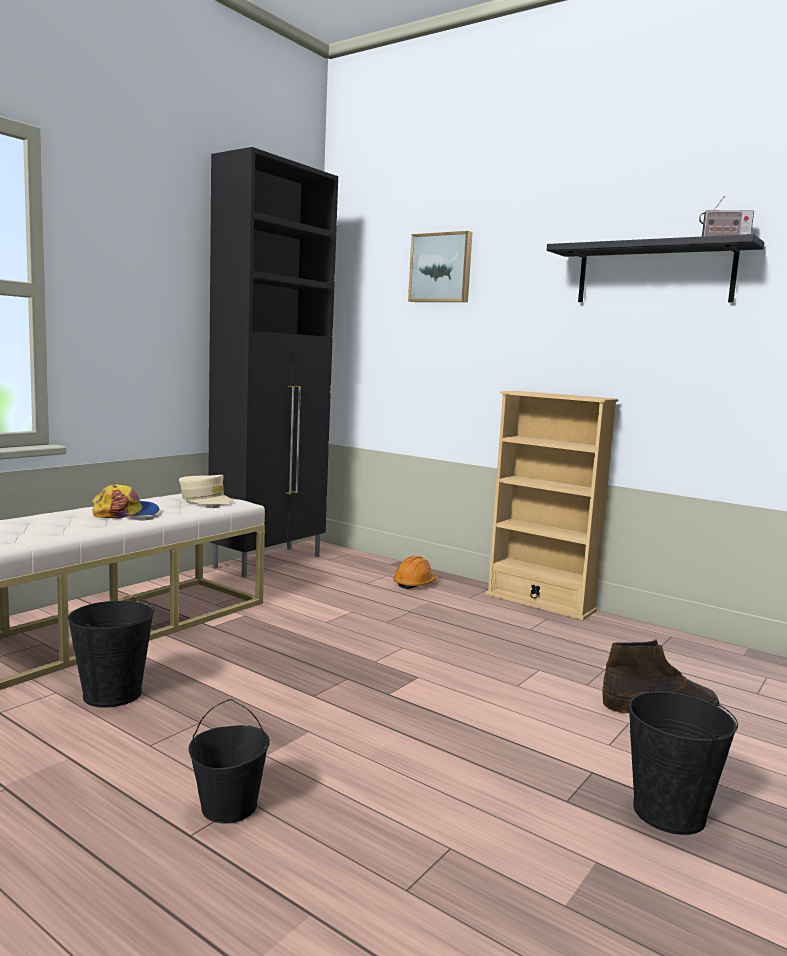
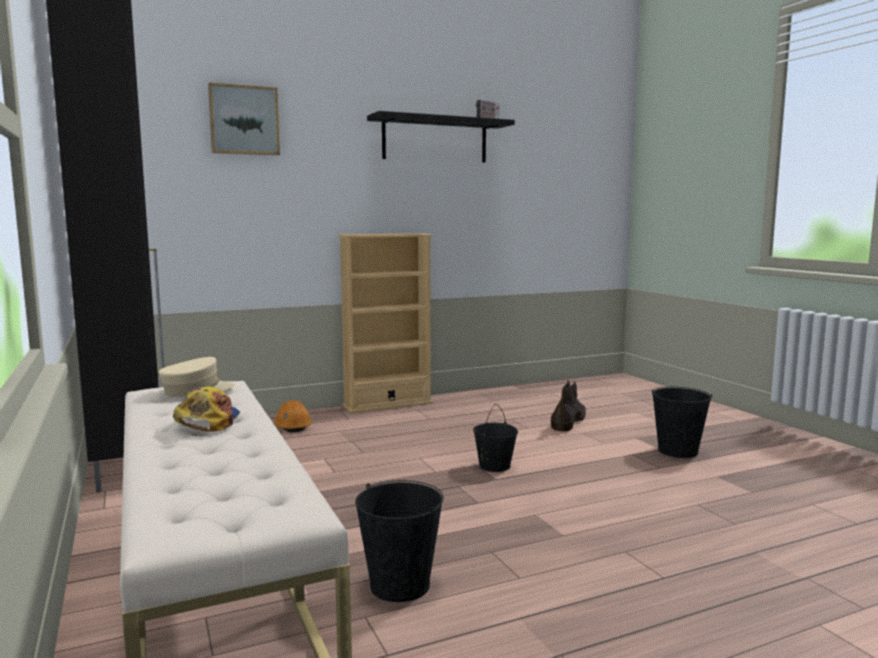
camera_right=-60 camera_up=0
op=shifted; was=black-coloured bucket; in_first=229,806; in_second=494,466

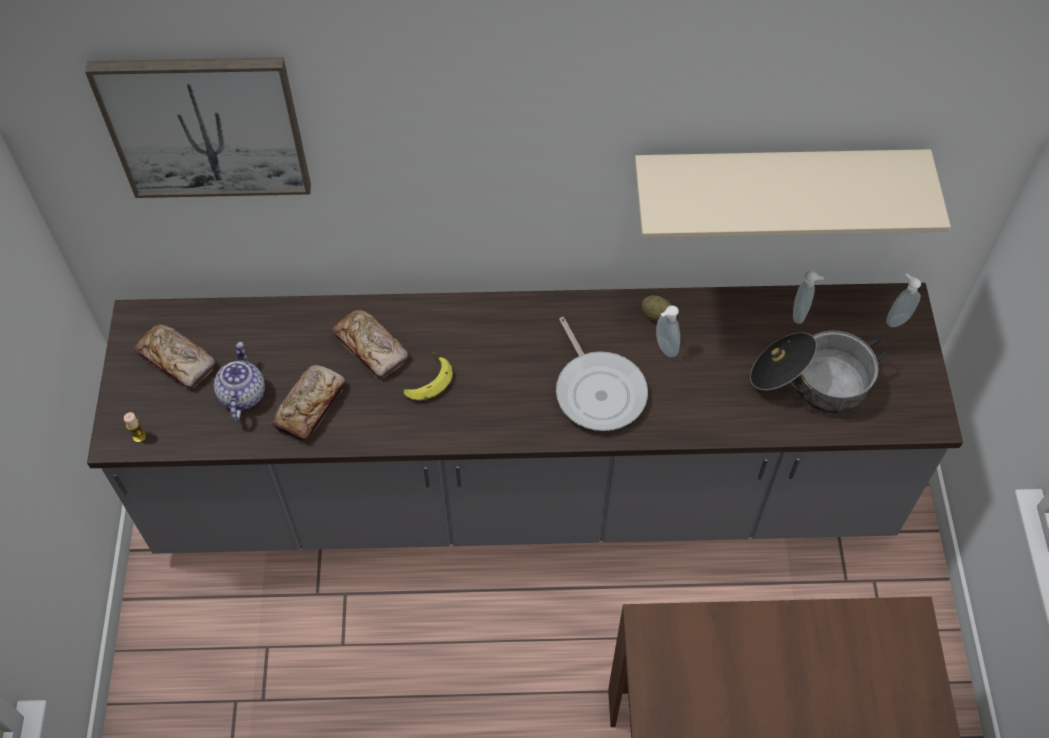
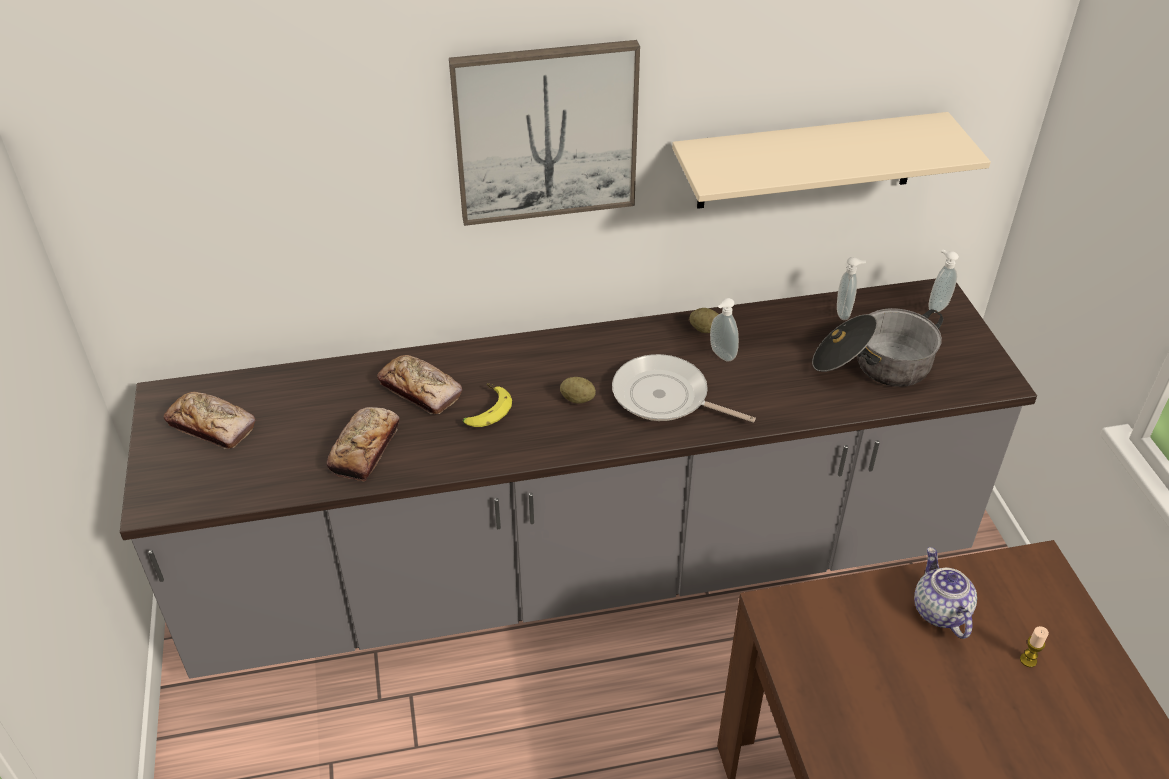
camera_right=-10 camera_up=-15
op=shifted; was=picture; in_first=205,126; in_second=546,132
op=shifted; was=candle; in_first=139,436; in_second=1028,660
op=shifted; was=pot for tea; in_first=242,394; in_second=939,611
op=rotated; was=pan; in_first=598,390; in_second=665,397; clockwise=150
op=new; now=spud; in_second=577,399

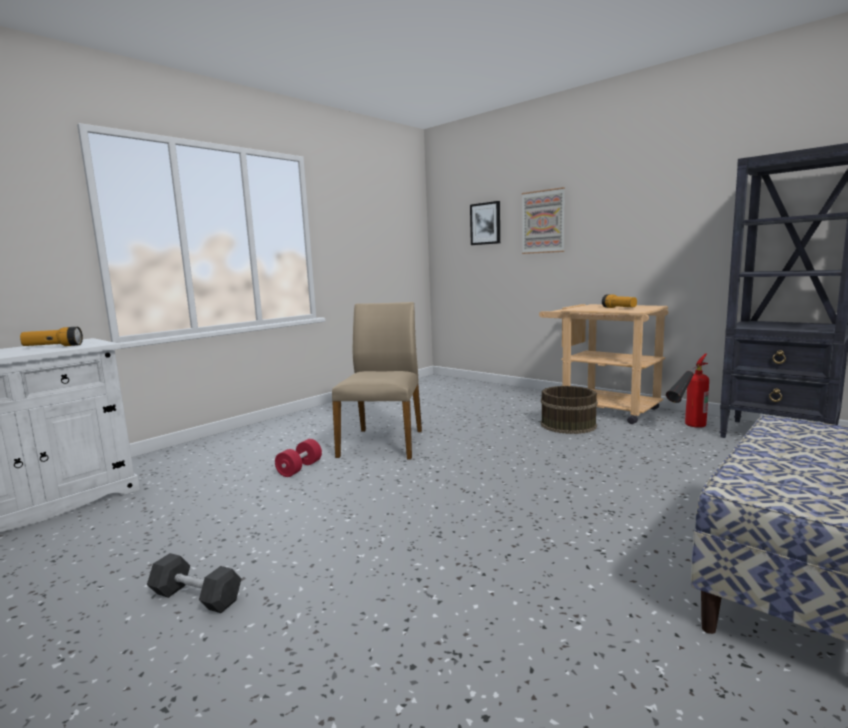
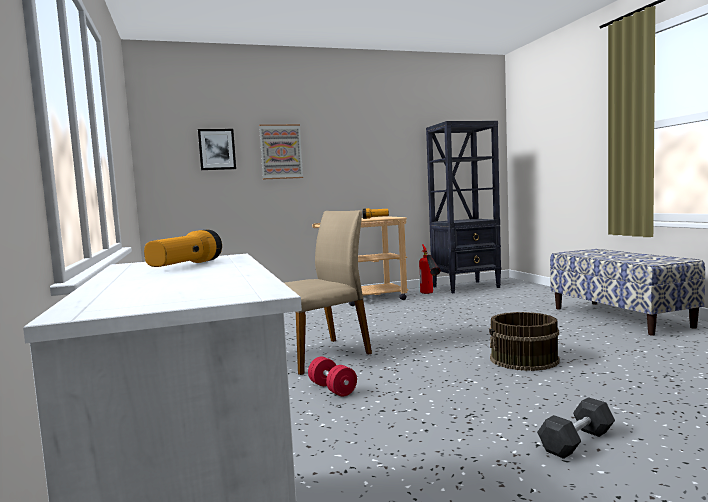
camera_right=-60 camera_up=-5
op=rotated; was=beige chair; in_first=383,443; in_second=319,355; clockwise=105
op=shifted; was=brownish bucket; in_first=567,425; in_second=524,360

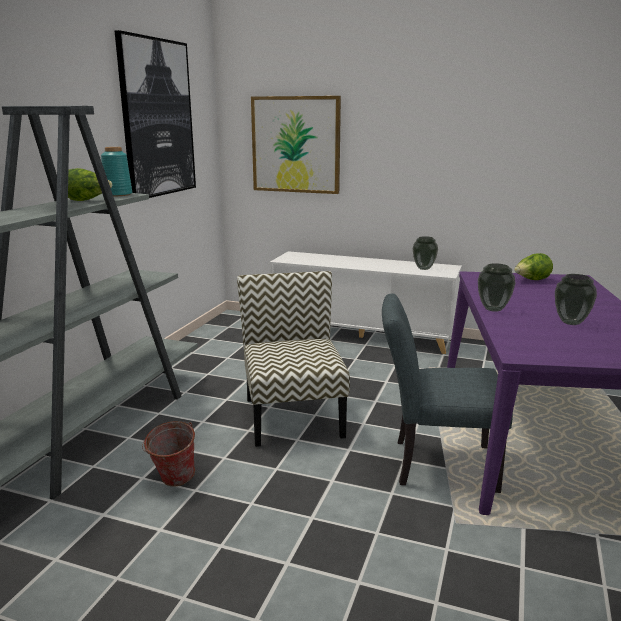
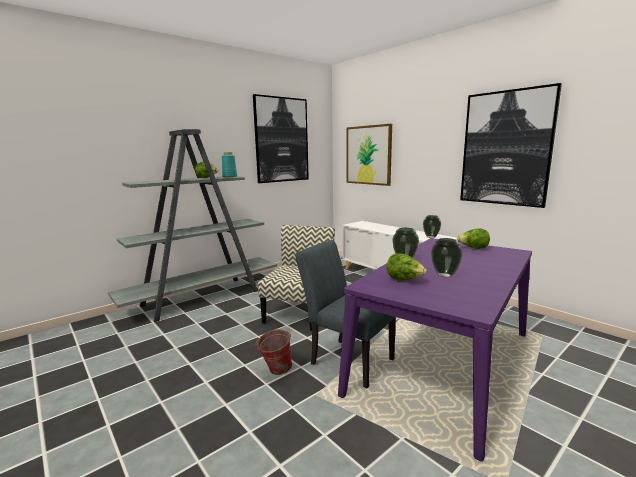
camera_right=30 camera_up=-5
op=shifted; was=bucket; in_first=172,481; in_second=275,371
op=new; now=head of lettuce; in_second=404,280
op=new; now=picture; in_second=505,148

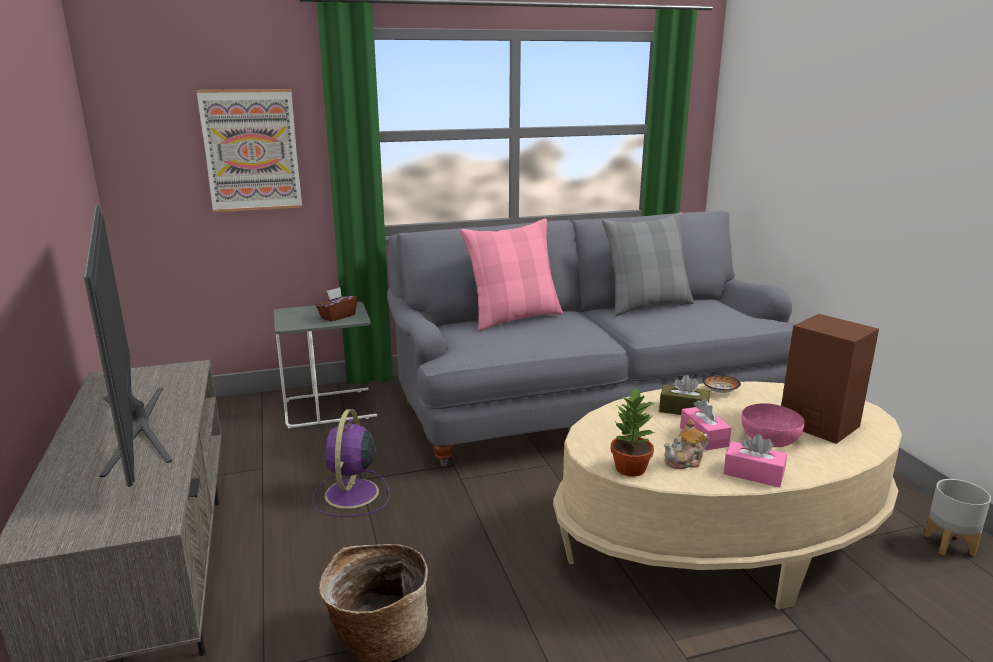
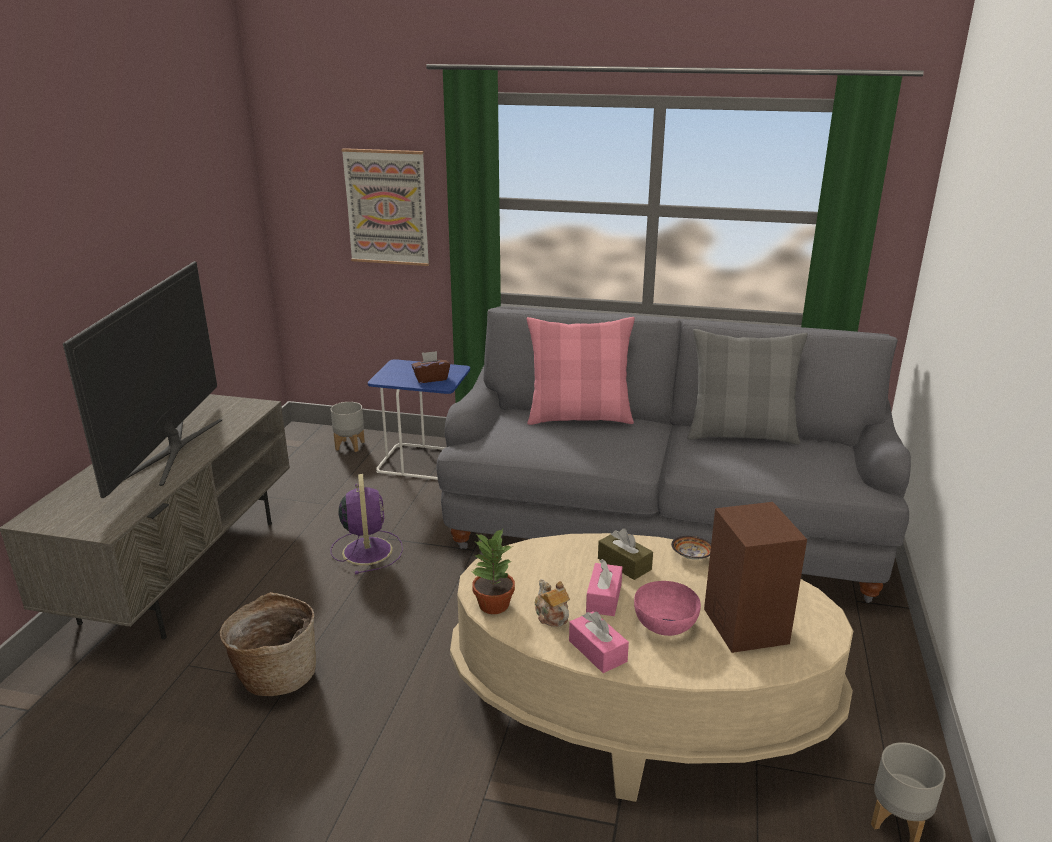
camera_right=30 camera_up=5
op=repainted; was=grey end table; now=bluish end table; in_first=330,408; in_second=426,462
op=rotated; was=purple electric fan; in_first=351,495; in_second=367,550; clockwise=135
op=rotated; was=pot for tea; in_first=685,461; in_second=551,616; clockwise=60
op=new; now=grey planter; in_second=350,445

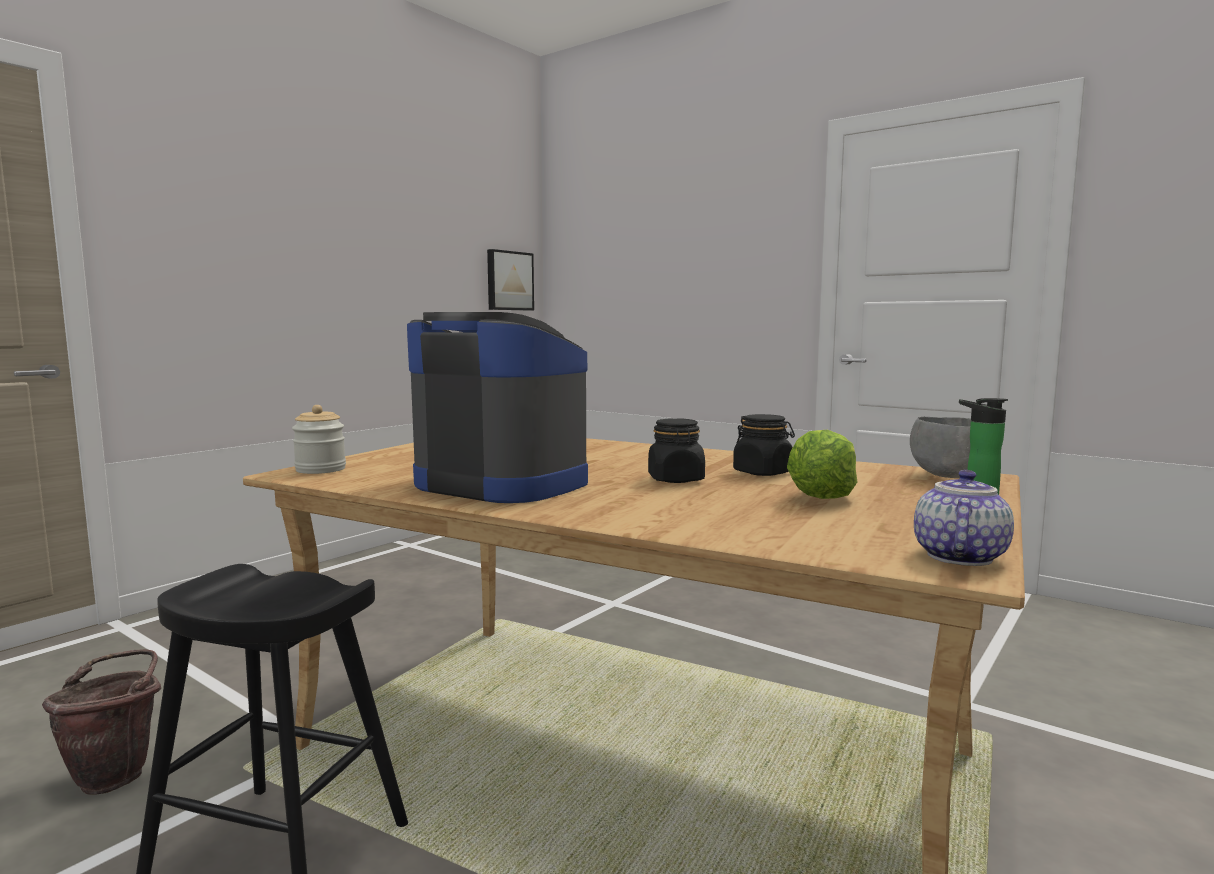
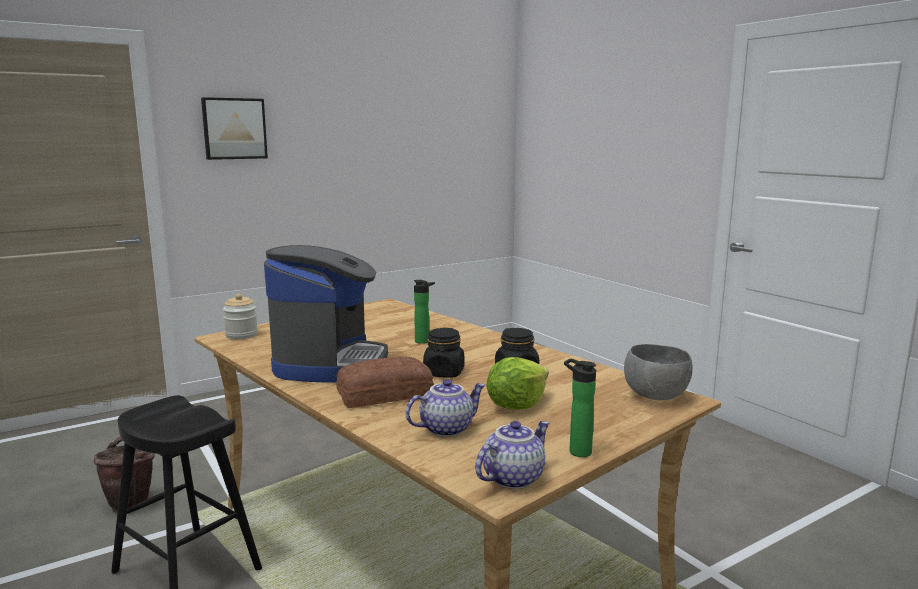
camera_right=20 camera_up=5
op=rotated; was=coffee maker; in_first=503,483; in_second=329,362; clockwise=45
op=shifted; was=picture; in_first=509,281; in_second=234,128
op=new; now=bakery bread; in_second=383,393
op=new; now=pot for tea; in_second=446,428
op=new; now=bottle; in_second=424,341

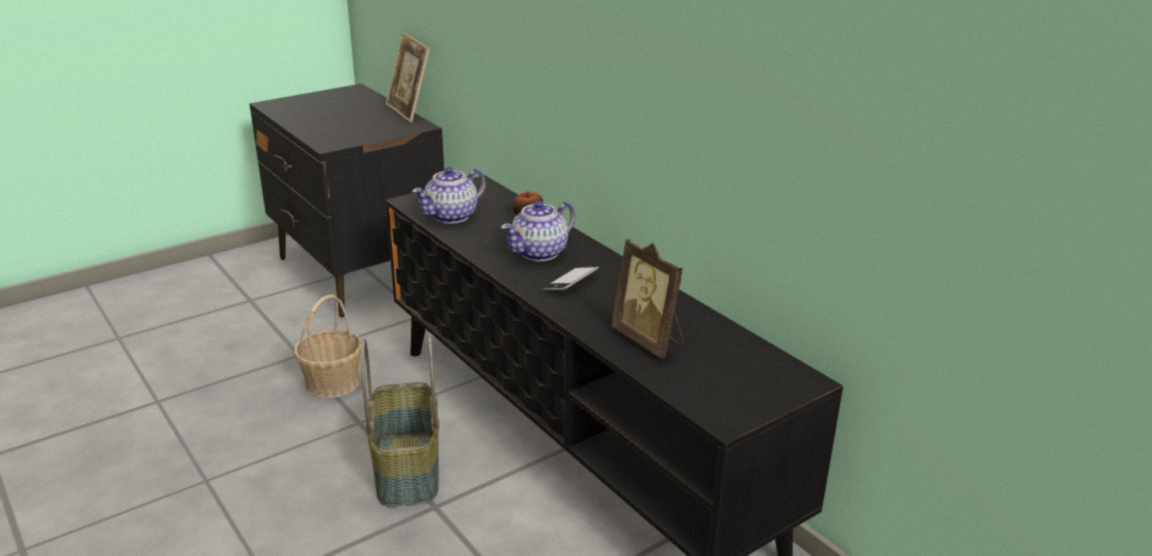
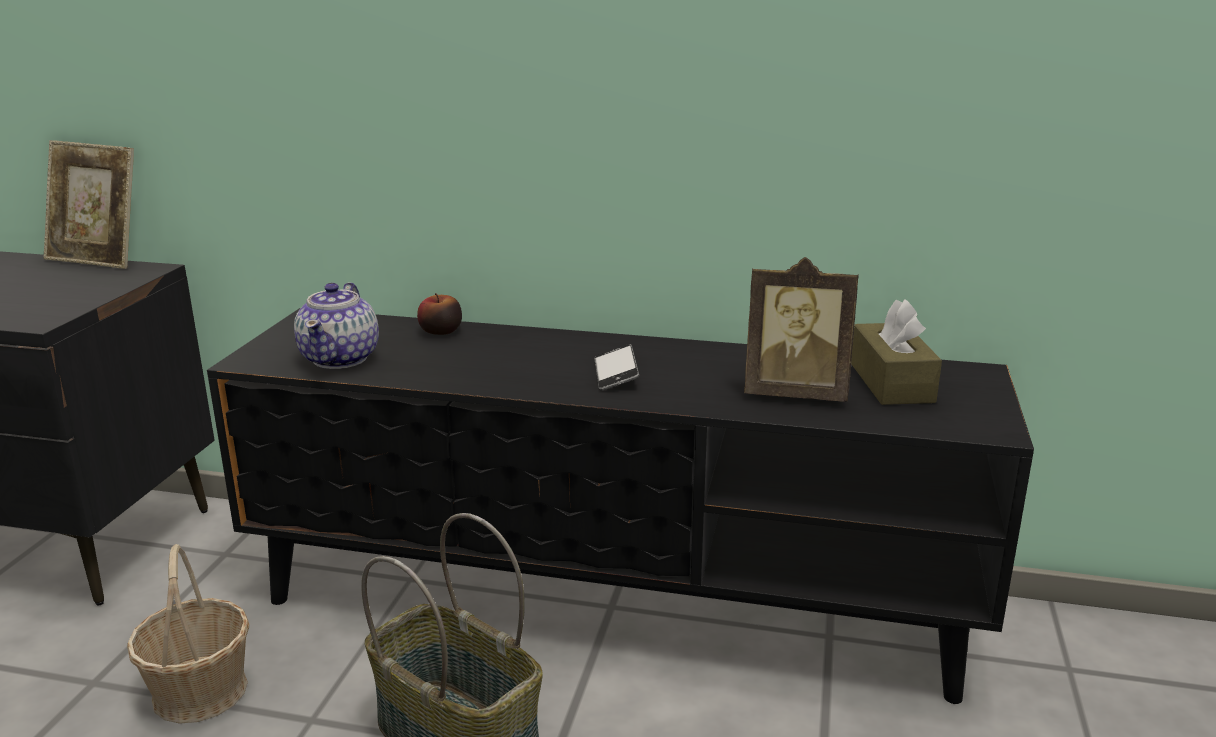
camera_right=-40 camera_up=-5
op=gone; was=pot for tea; in_first=540,253
op=new; now=brownish box of tissues; in_second=891,382

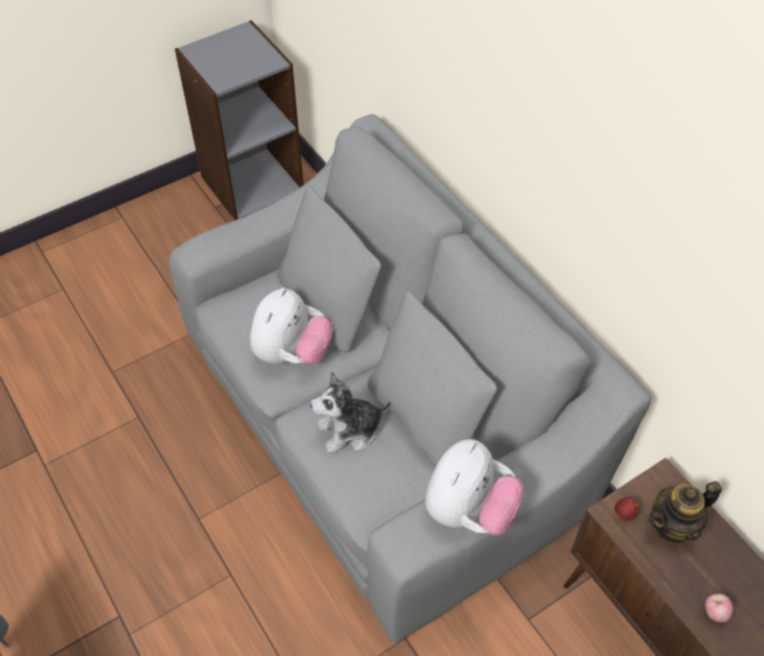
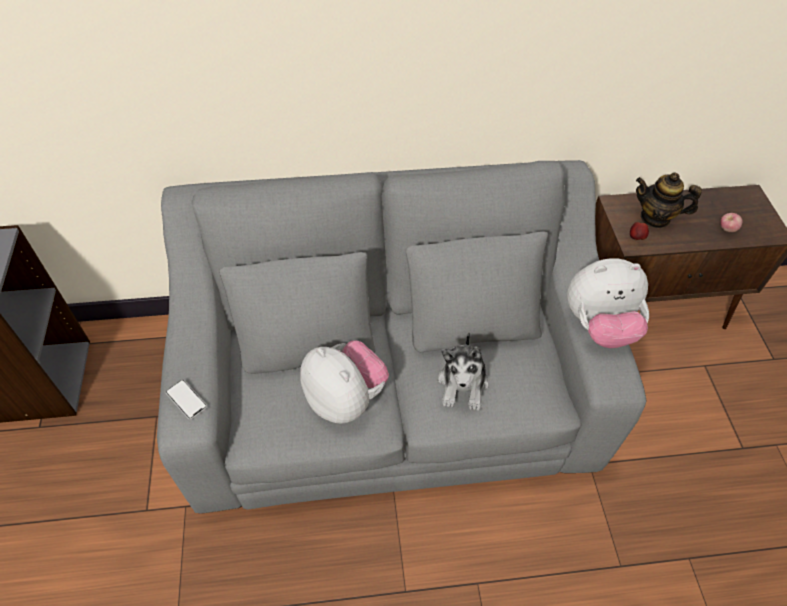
camera_right=-65 camera_up=0
op=rotated; was=cuddly toy; in_first=469,510; in_second=598,325; clockwise=120
op=rotated; was=pot for tea; in_first=673,526; in_second=655,218; clockwise=105
op=new; now=phone; in_second=186,399

